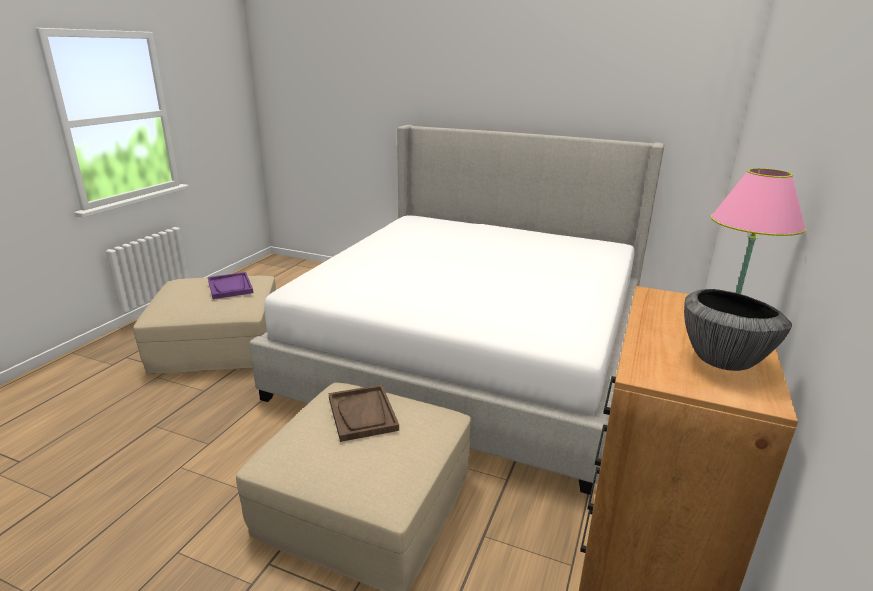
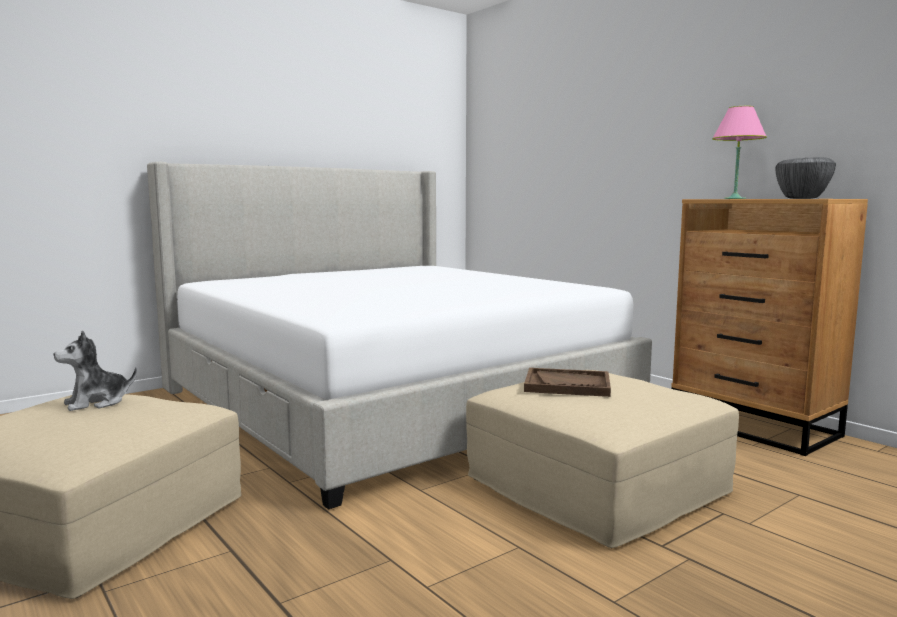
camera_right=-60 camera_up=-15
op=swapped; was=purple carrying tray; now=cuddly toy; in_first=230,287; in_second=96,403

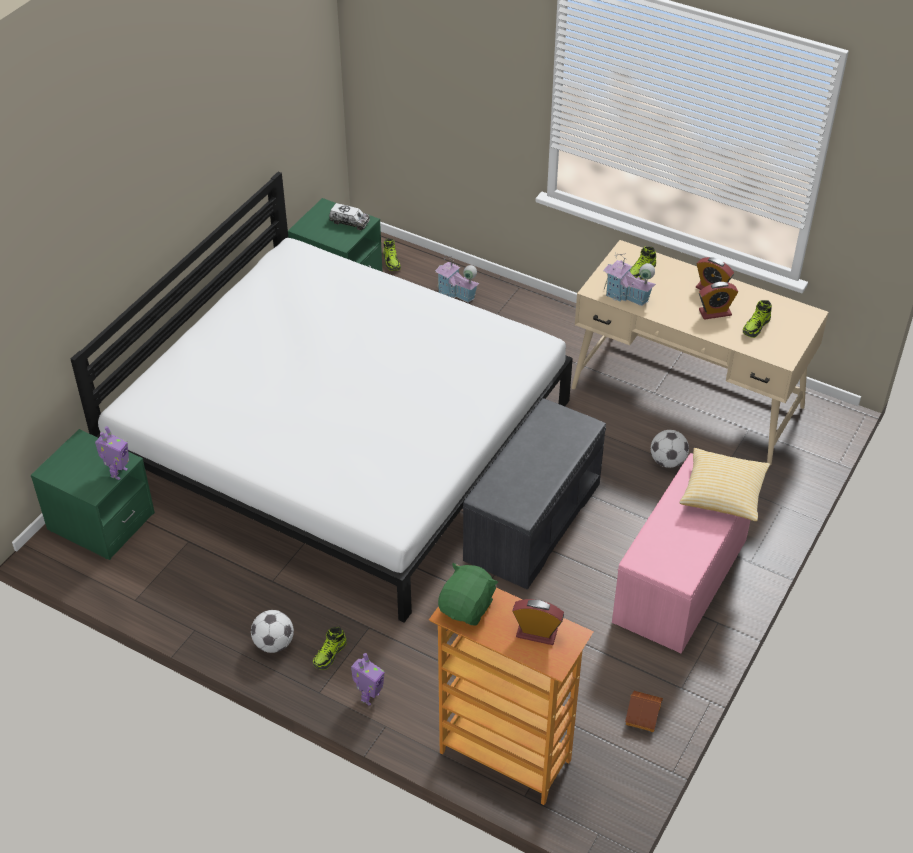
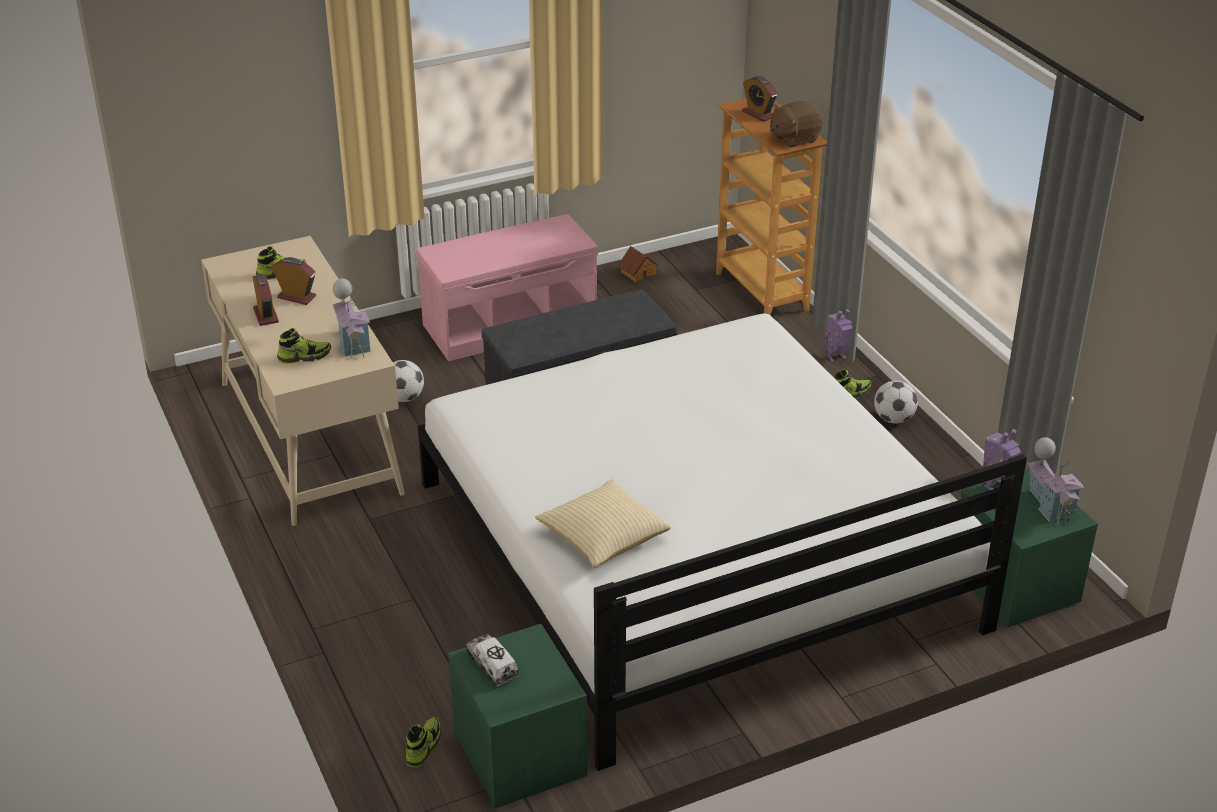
camera_right=-145 camera_up=-10
op=shifted; was=miniature house; in_first=456,293; in_second=1050,504
op=repainted; was=green-coloured cuddly toy; now=brownish cuddly toy; in_first=467,607; in_second=794,138
op=shifted; was=pillow; in_first=722,494; in_second=603,537

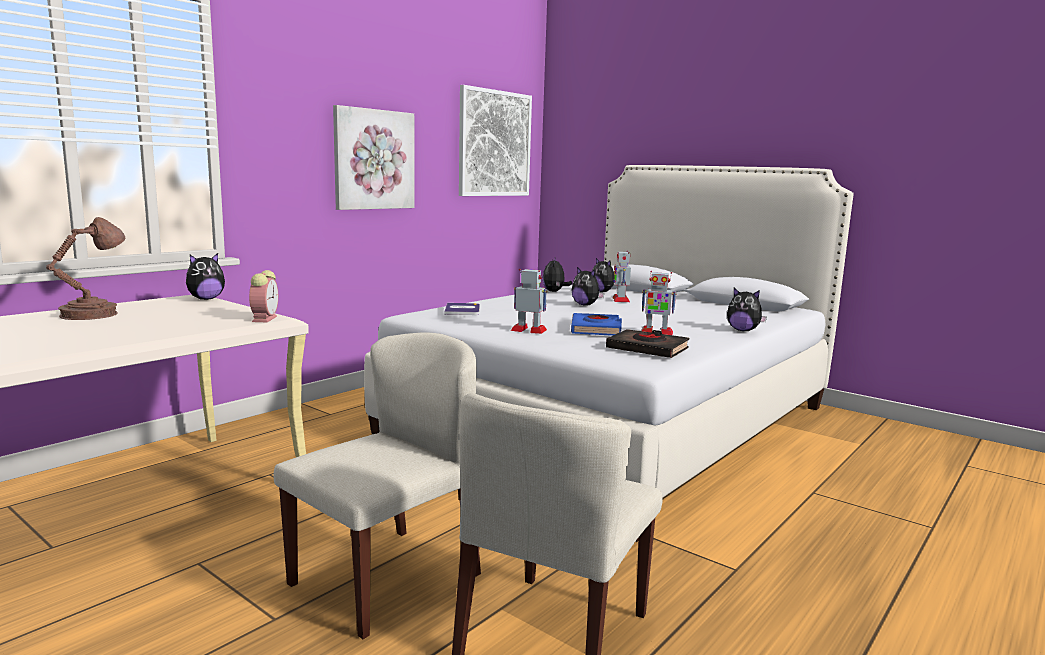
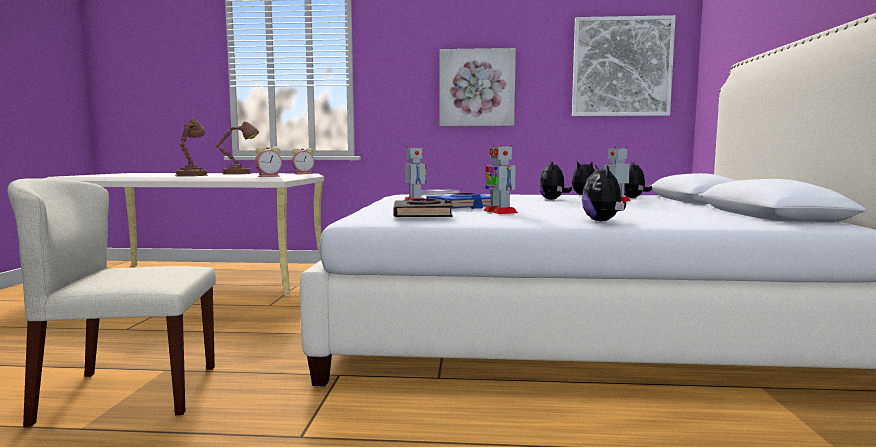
camera_right=55 camera_up=-5
op=swapped; was=cuddly toy; now=alarm clock; in_first=205,299; in_second=304,173
op=gone; was=beige chair; in_first=386,578
op=new; now=brownish tabletop lamp; in_second=192,175

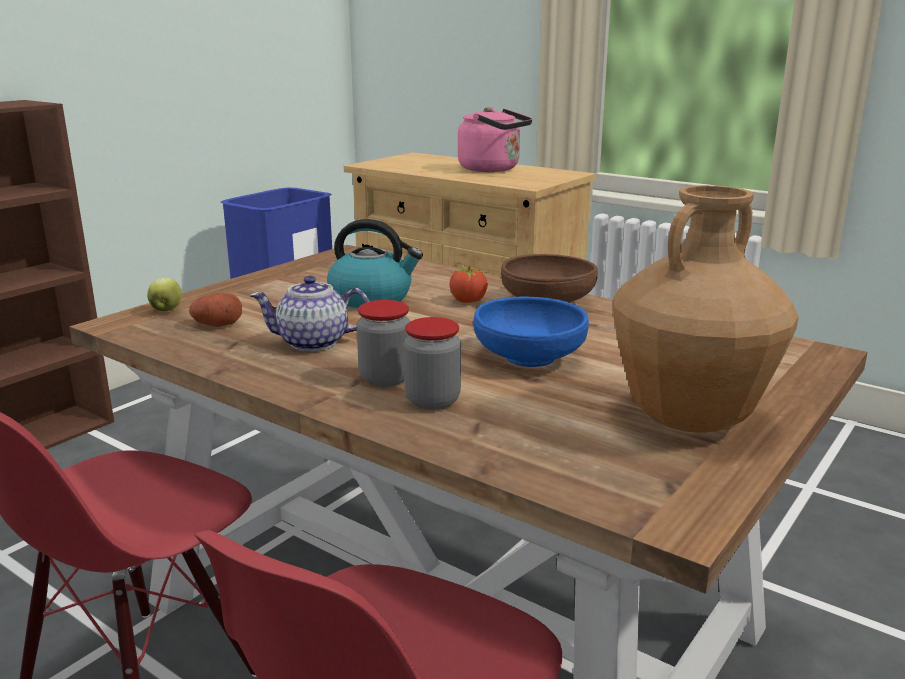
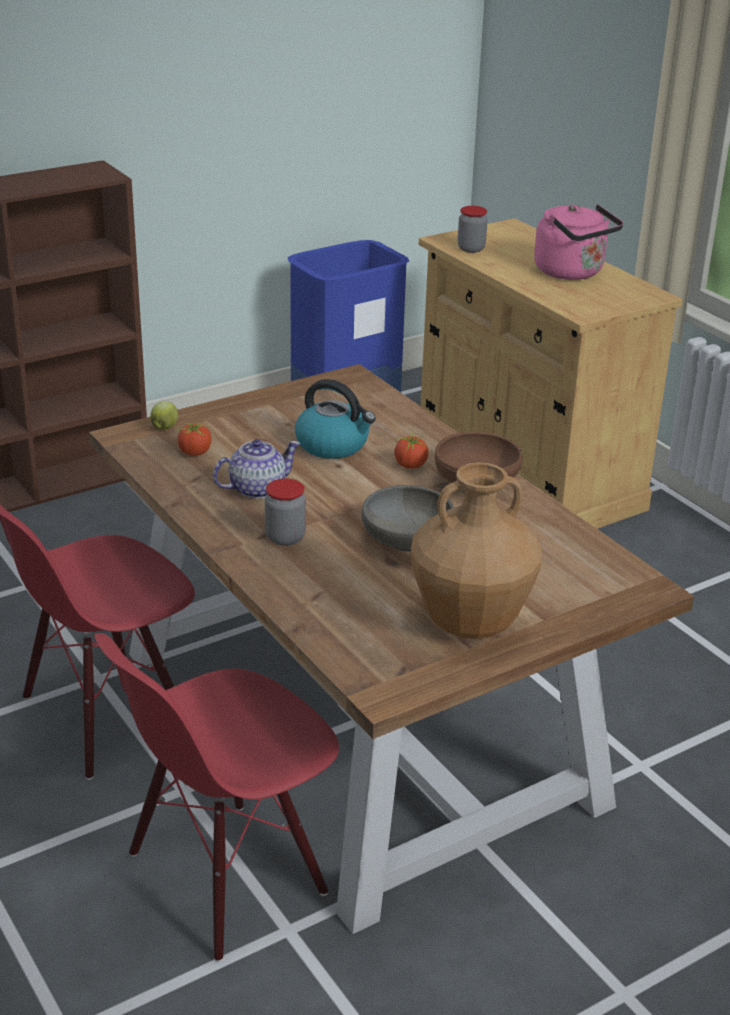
camera_right=20 camera_up=10
op=swapped; was=spud; now=whole tomato; in_first=216,324; in_second=194,453
op=rotated; was=pot for tea; in_first=314,342; in_second=256,489; clockwise=135
op=shifted; was=storage jar; in_first=432,401; in_second=471,249
op=repainted; was=bluish serving bowl; now=grey serving bowl; in_first=529,357; in_second=407,540

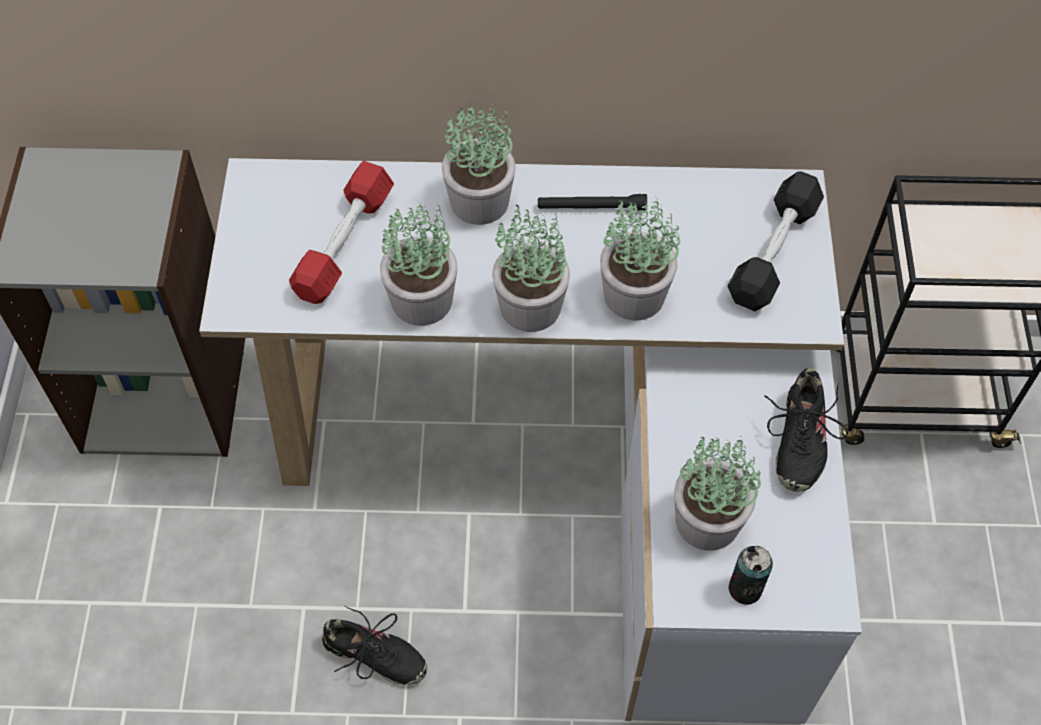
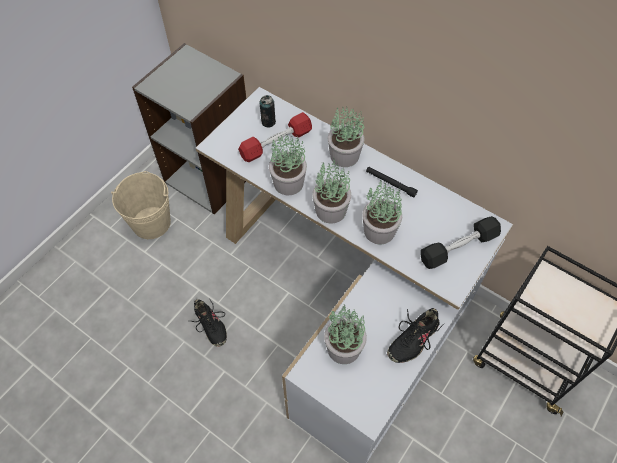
camera_right=35 camera_up=0
op=shifted; was=metal can; in_first=745,589; in_second=268,122
op=new; now=beige bucket; in_second=151,223

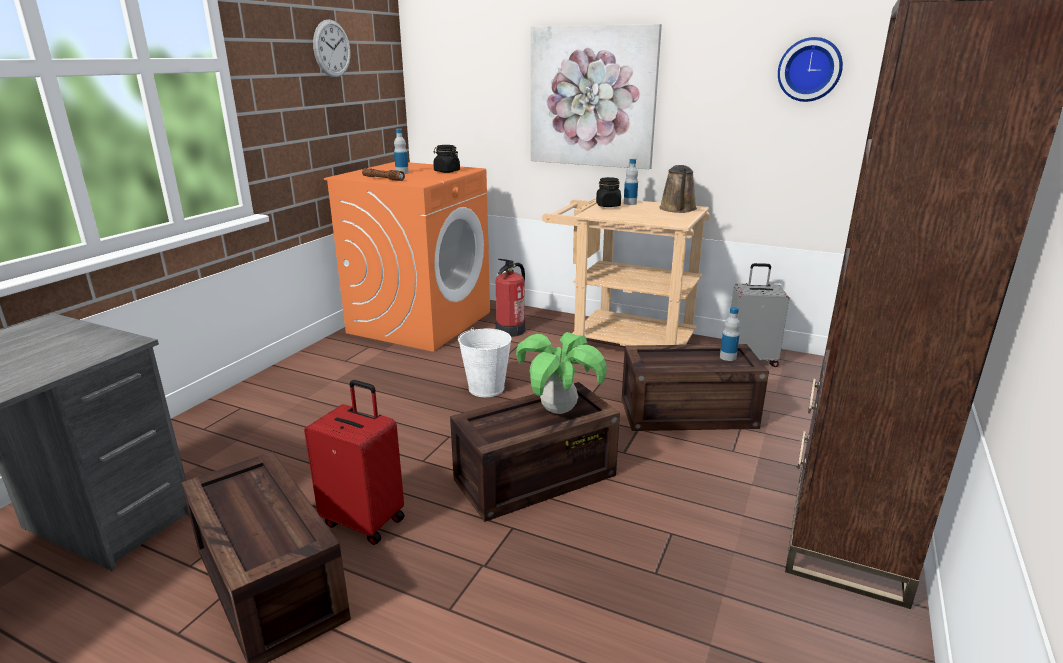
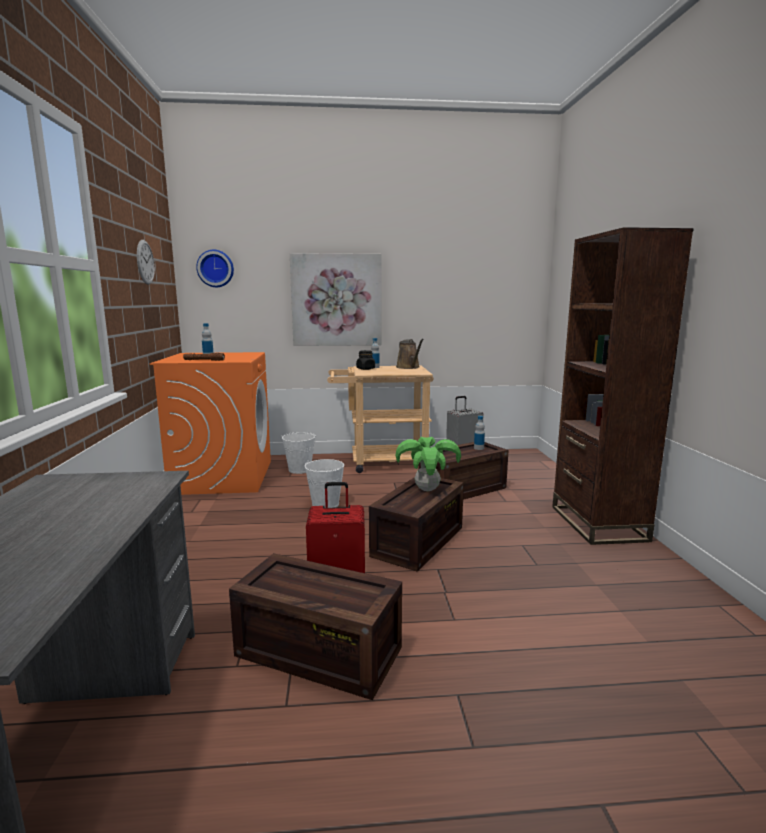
camera_right=-30 camera_up=-10
op=gone; was=black-coloured storage jar; in_first=446,171
op=swapped; was=fire-fighting cylinder; now=white-coloured bucket; in_first=511,330; in_second=300,470
op=shifted; was=wall clock; in_first=809,69; in_second=216,268

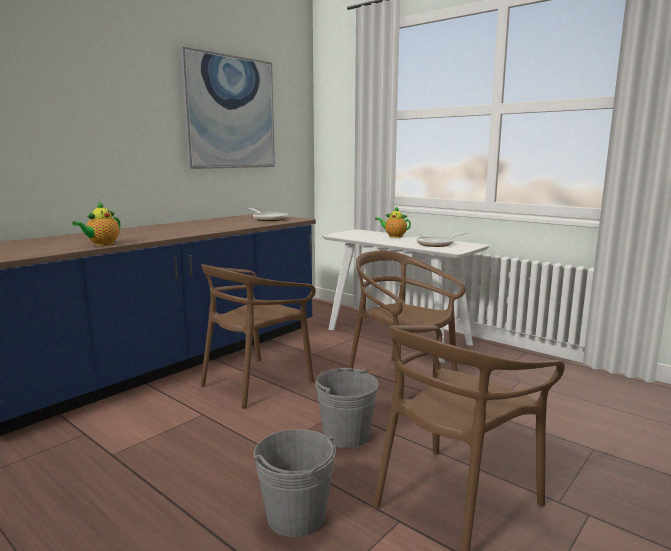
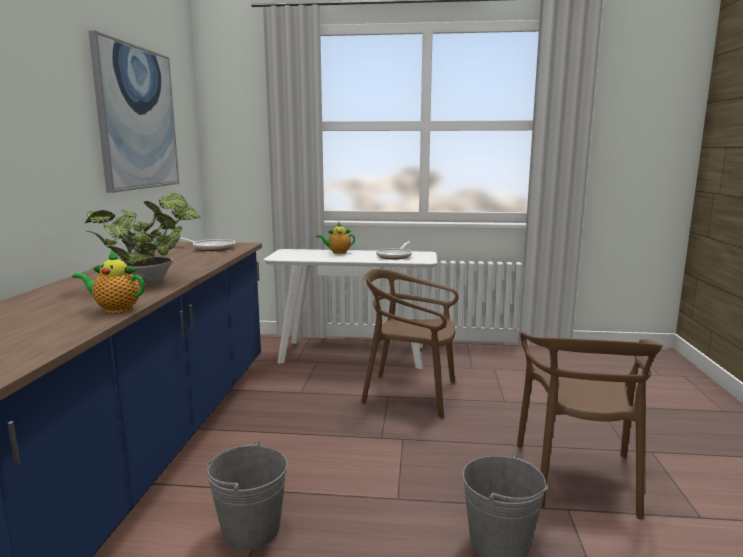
camera_right=-35 camera_up=0
op=rotated; was=pot for tea; in_first=102,244; in_second=115,309; clockwise=105
op=gone; was=brownish chair; in_first=256,382
op=shifted; was=grey bucket; in_first=346,435; in_second=251,530
op=new; now=potted plant; in_second=149,282

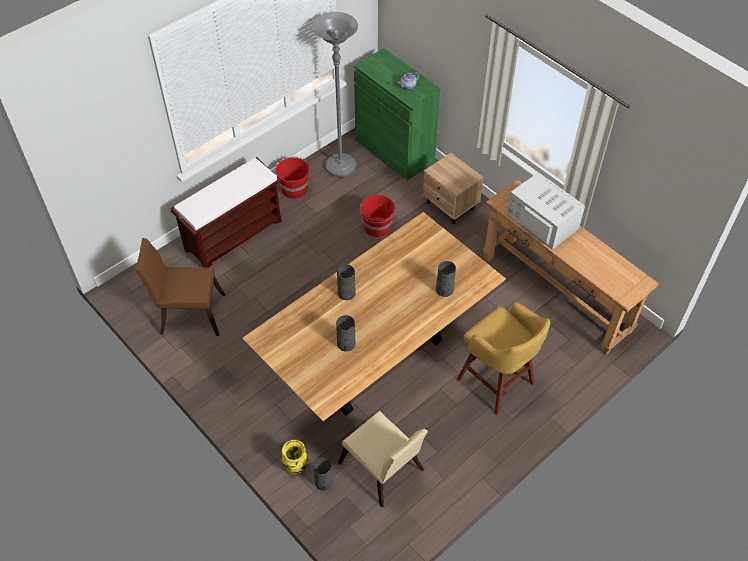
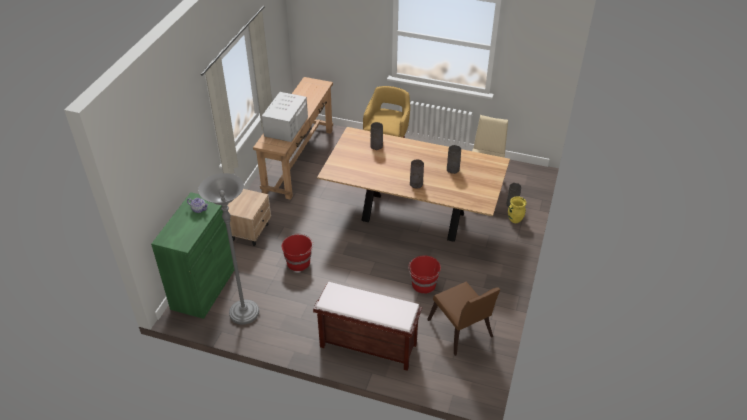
camera_right=-120 camera_up=-10
op=shifted; was=reddish bucket; in_first=294,188; in_second=423,285

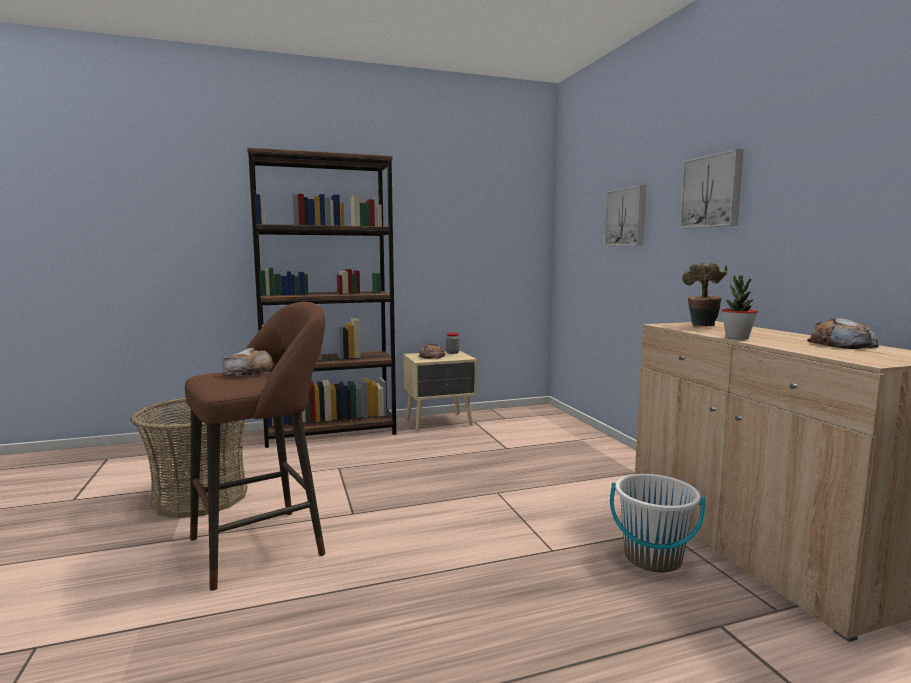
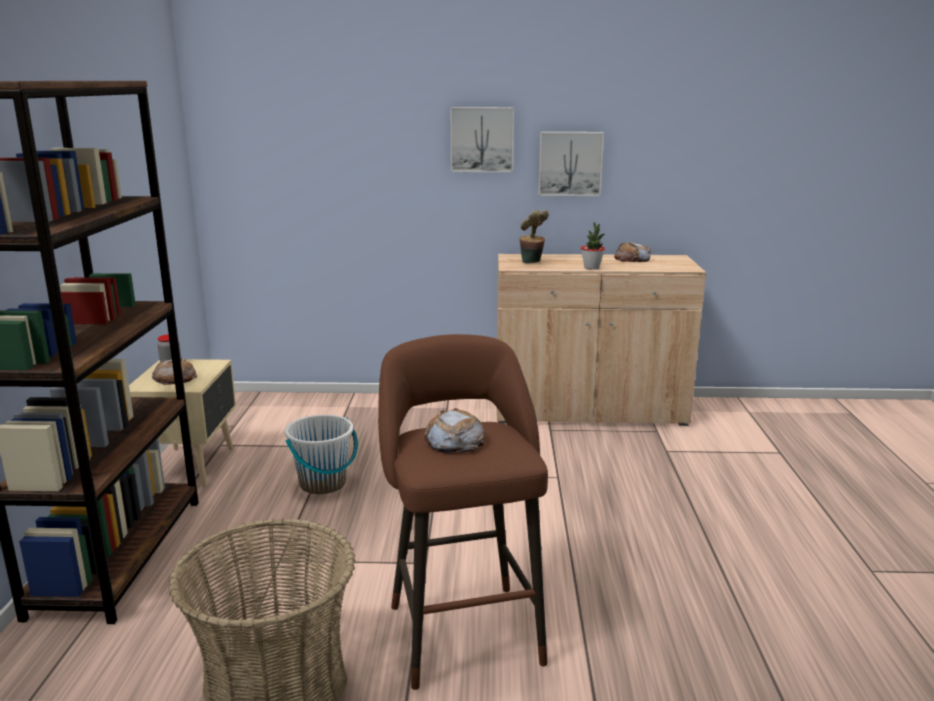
camera_right=-70 camera_up=10
op=shifted; was=picture; in_first=627,217; in_second=570,163
op=shifted; was=white-coloured bucket; in_first=652,558; in_second=323,484

